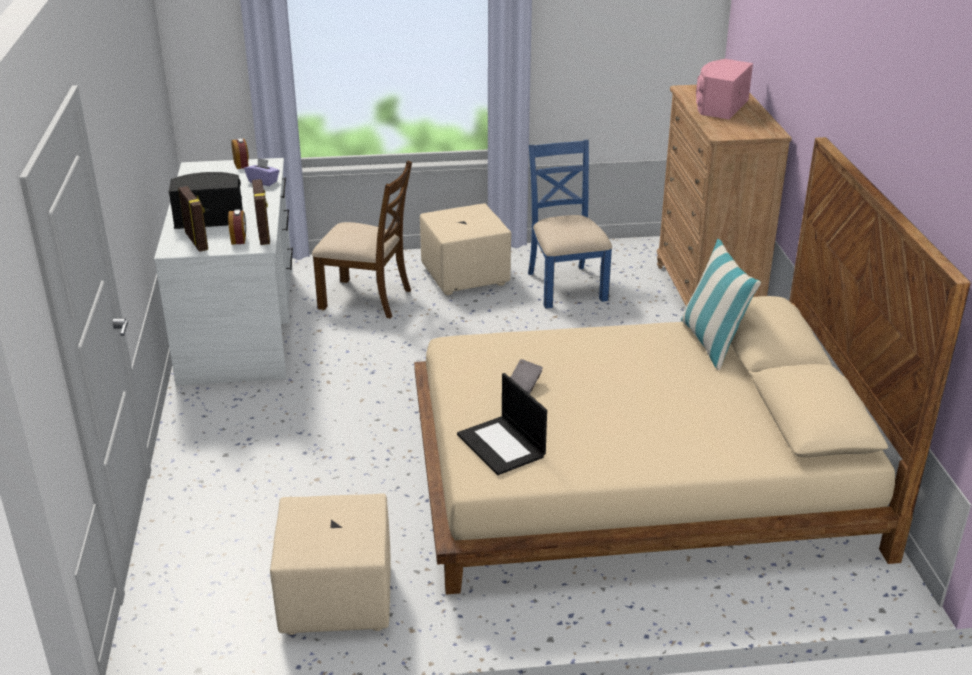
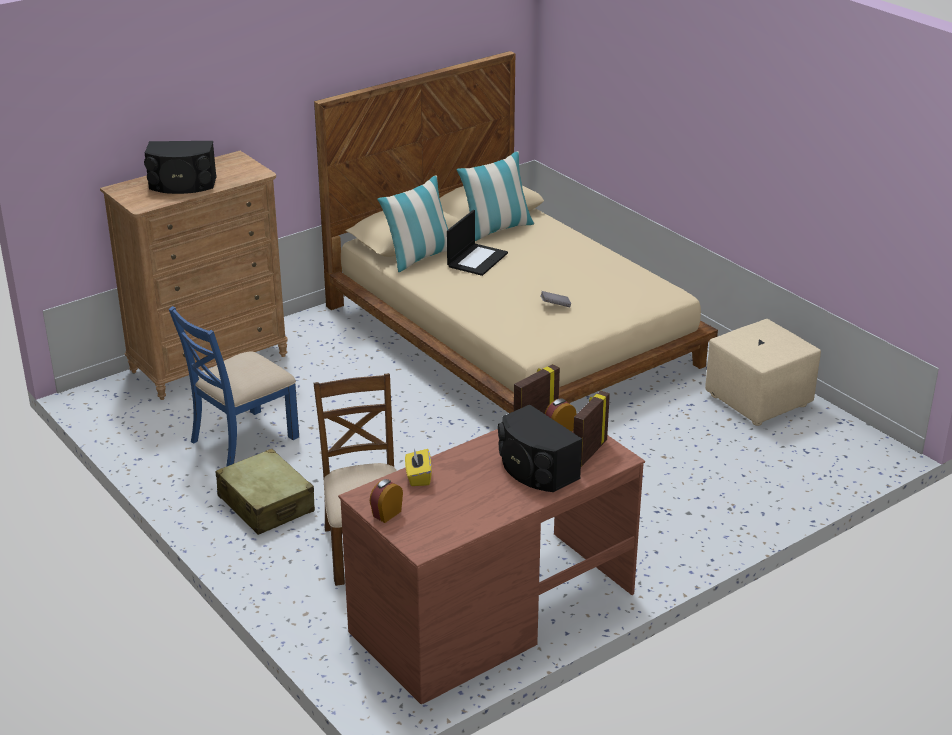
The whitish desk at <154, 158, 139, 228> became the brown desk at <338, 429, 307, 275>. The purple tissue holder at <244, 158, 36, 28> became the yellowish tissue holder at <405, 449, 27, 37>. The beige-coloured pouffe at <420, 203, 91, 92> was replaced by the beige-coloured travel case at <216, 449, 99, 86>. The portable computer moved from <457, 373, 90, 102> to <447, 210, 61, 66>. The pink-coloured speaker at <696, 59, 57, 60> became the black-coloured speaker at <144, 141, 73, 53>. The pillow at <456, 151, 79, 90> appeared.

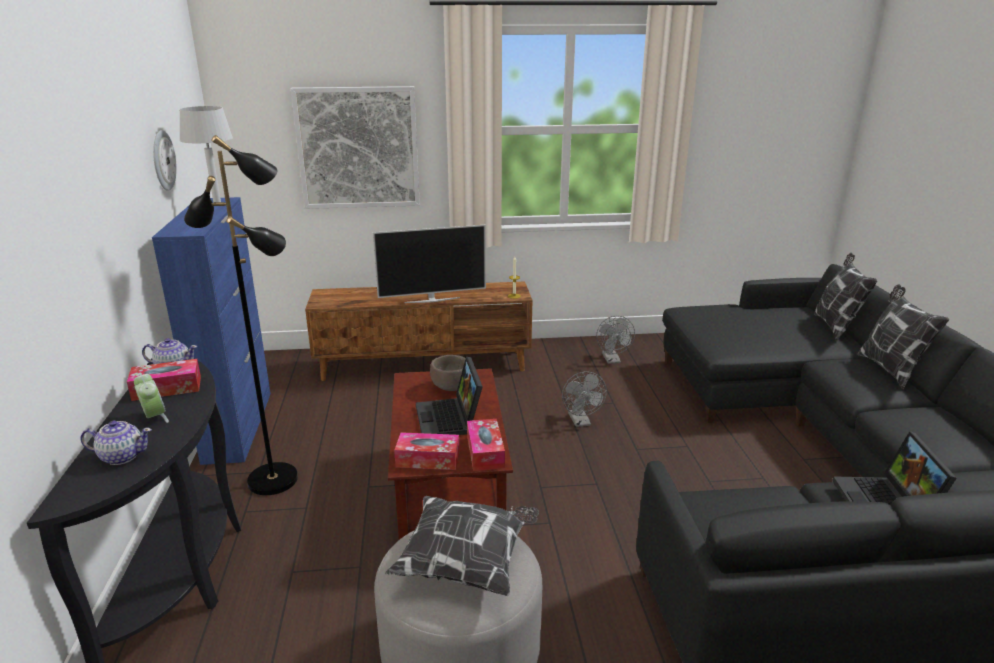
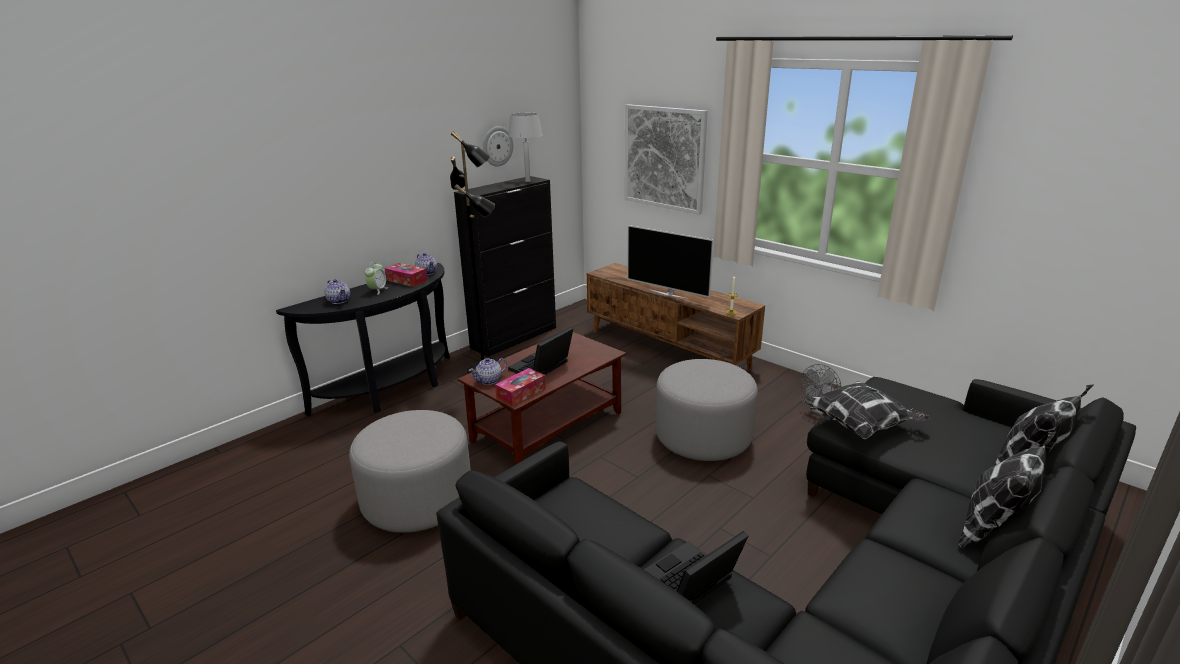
The blue-coloured cabinet at <152, 197, 119, 268> became the black-coloured cabinet at <454, 176, 102, 181>. The pillow moved from <385, 496, 154, 100> to <802, 381, 128, 59>. The tissue holder at <394, 432, 66, 38> was replaced by the teapot at <469, 358, 38, 27>. The brown serving bowl at <430, 355, 36, 36> disappeared. The gray fan at <562, 372, 45, 55> was replaced by the gray pouffe at <655, 359, 103, 102>.

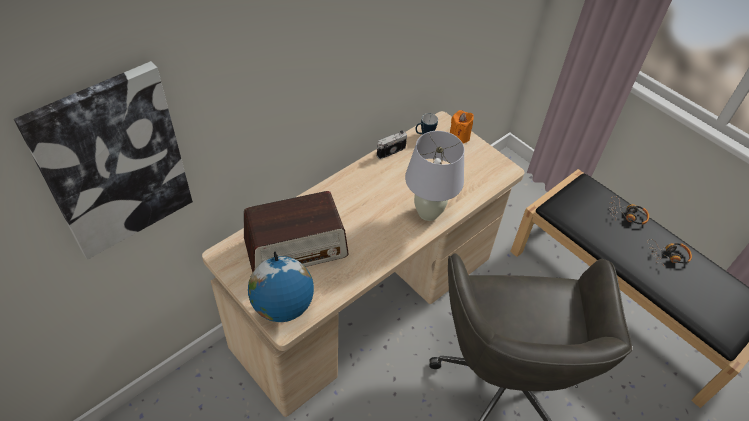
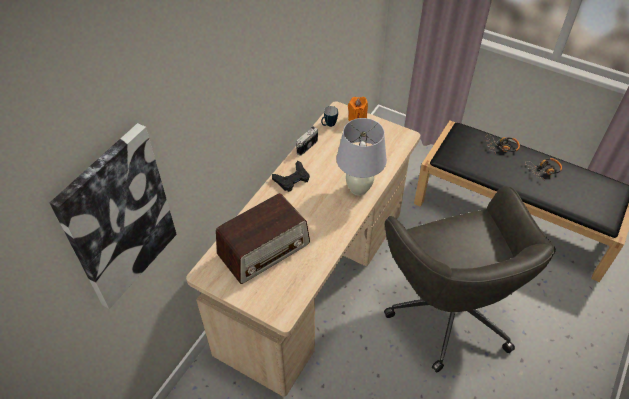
The desk globe at <248, 252, 66, 70> disappeared. The black-coloured gamepad at <272, 161, 38, 31> appeared.

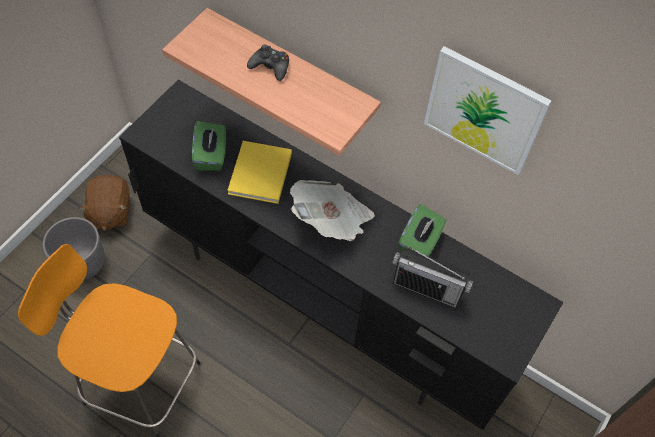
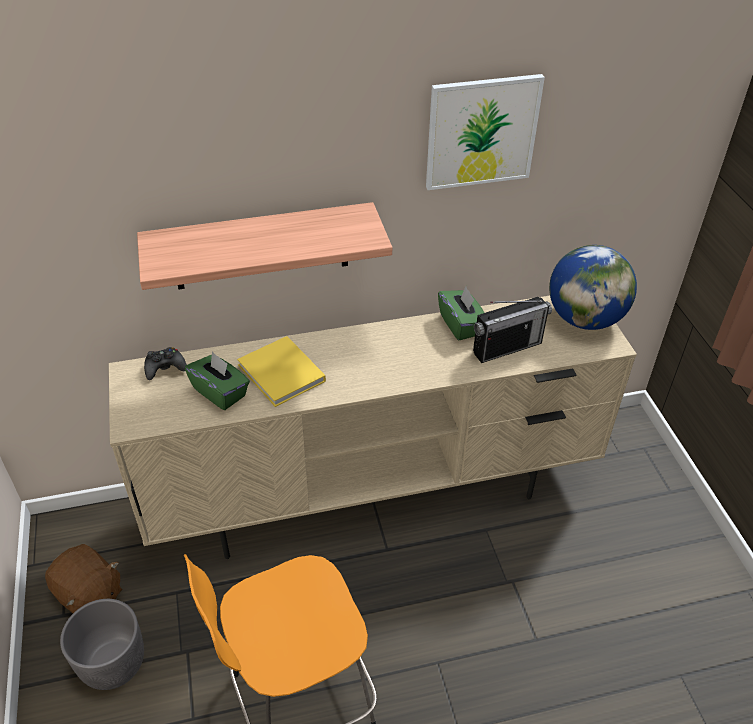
The black-coloured tv stand at <119, 80, 444, 350> became the beige-coloured tv stand at <109, 296, 528, 263>. The black-coloured gamepad moved from <247, 44, 42, 37> to <144, 347, 43, 33>. The daily paper at <290, 180, 85, 61> disappeared. The desk globe at <549, 245, 88, 85> appeared.

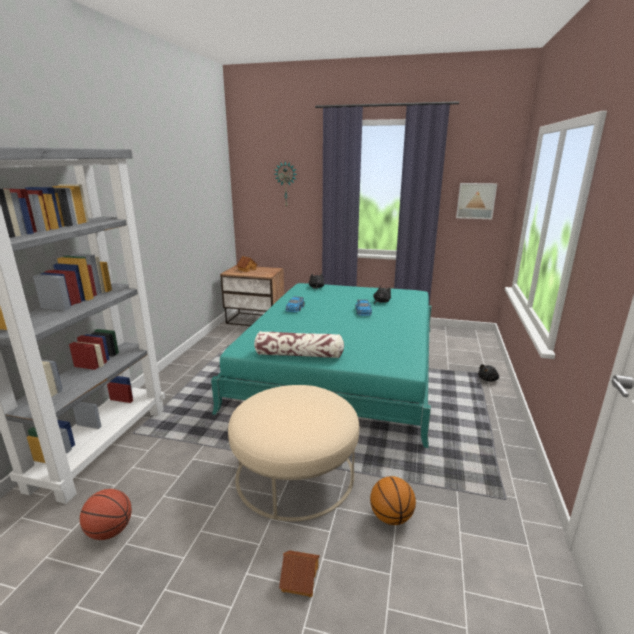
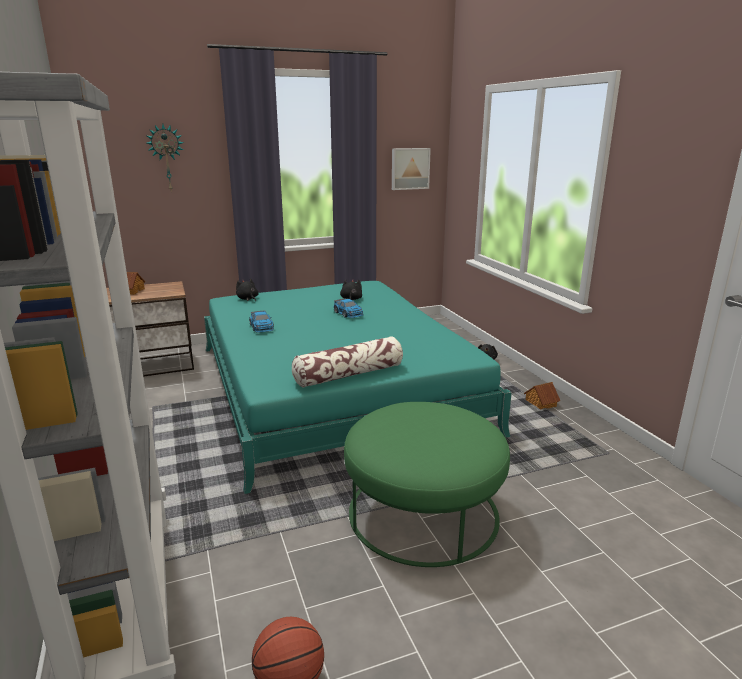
The beige-coloured pouffe at <228, 385, 131, 136> became the green pouffe at <344, 402, 166, 165>. The model house moved from <279, 550, 41, 47> to <524, 382, 36, 27>. The ball for basketball at <370, 476, 46, 49> disappeared.

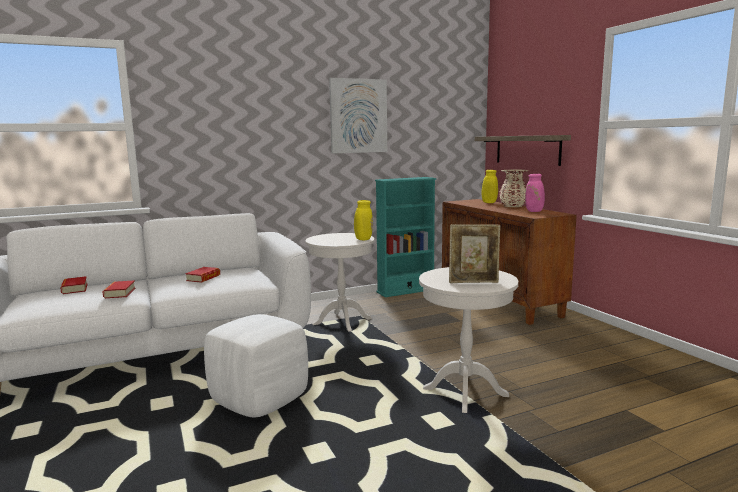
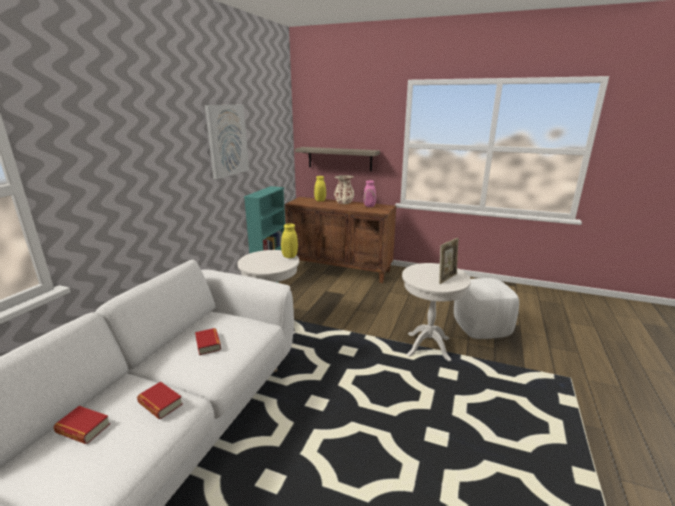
The whitish pouffe moved from <204, 314, 104, 103> to <454, 278, 65, 61>.

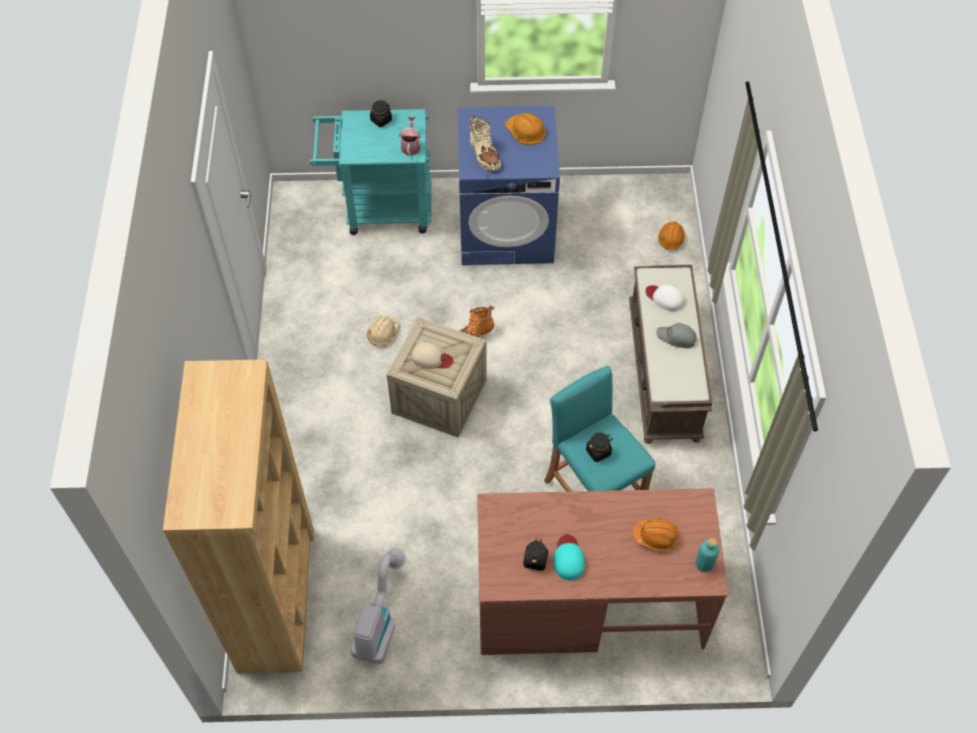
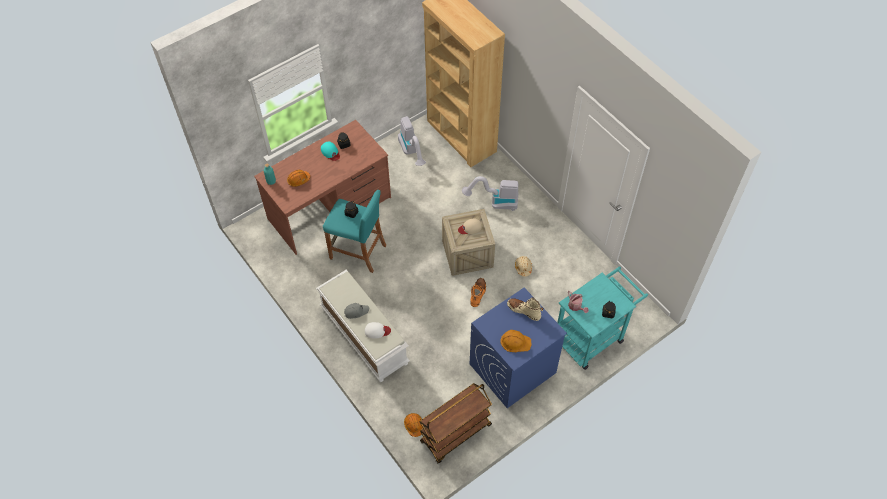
The brown indoor bench at <629, 265, 83, 179> became the whitish indoor bench at <316, 270, 94, 112>. The brown cart at <419, 383, 73, 81> appeared. The vacuum at <462, 176, 56, 35> appeared.

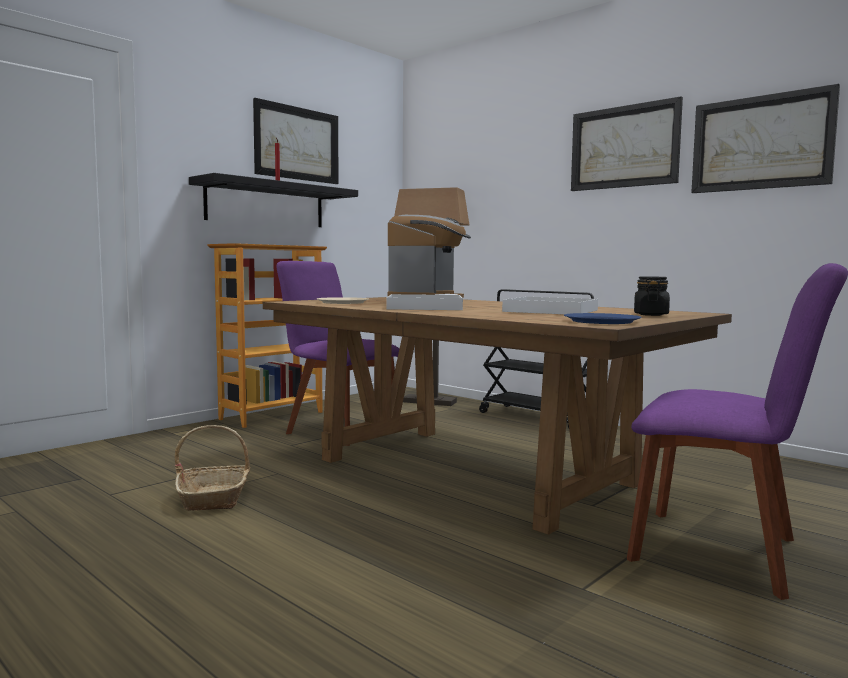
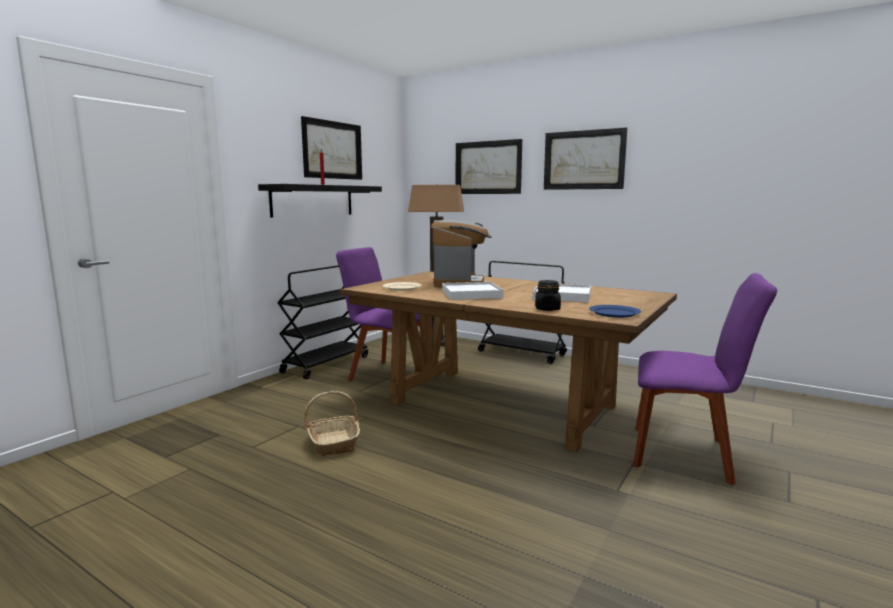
The bookshelf at <207, 243, 120, 185> was replaced by the black-coloured cart at <277, 265, 91, 115>. The black-coloured storage jar moved from <634, 276, 36, 40> to <535, 280, 26, 31>. The wall picture moved from <691, 84, 149, 109> to <456, 139, 66, 55>.

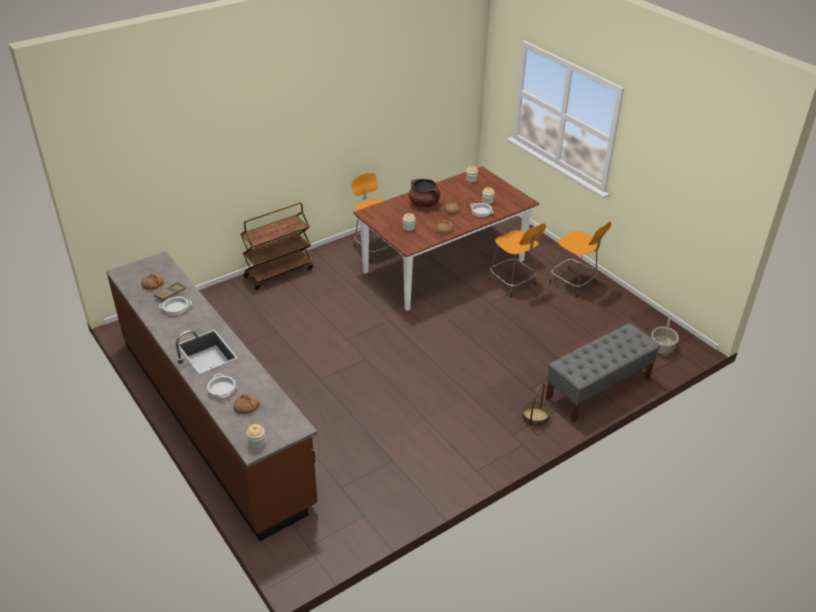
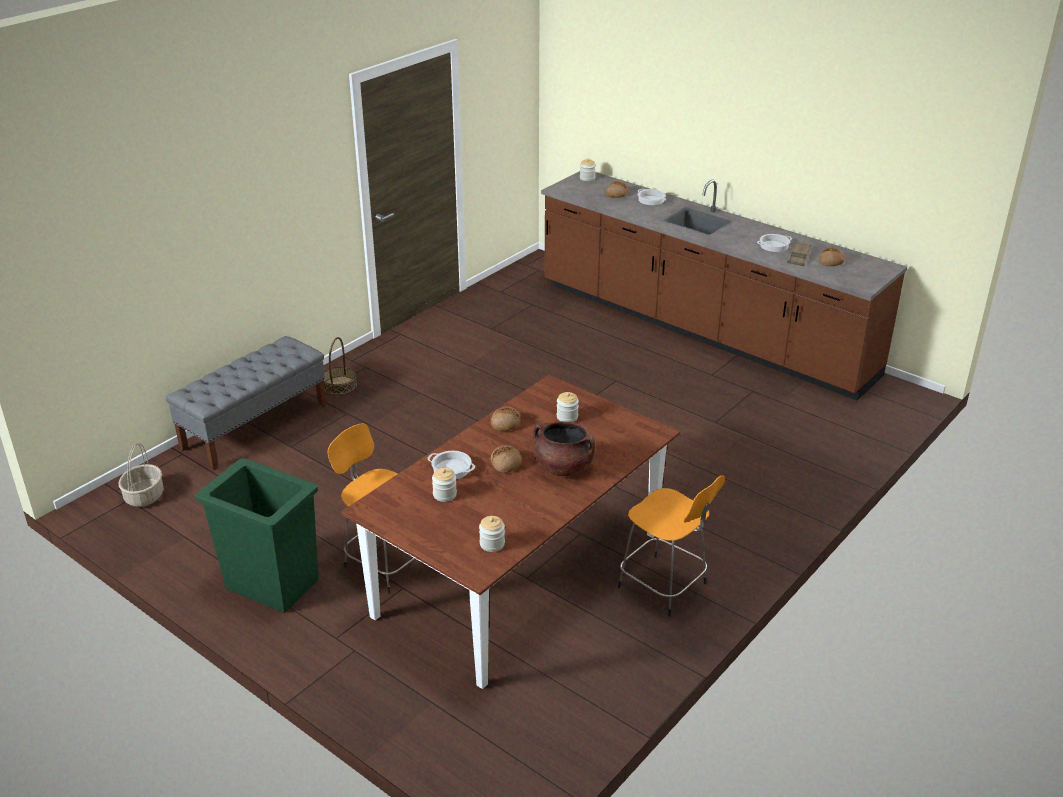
The brown cart at <240, 202, 73, 88> disappeared. The orangey stool at <549, 222, 62, 75> was replaced by the green trash can at <195, 458, 124, 155>.

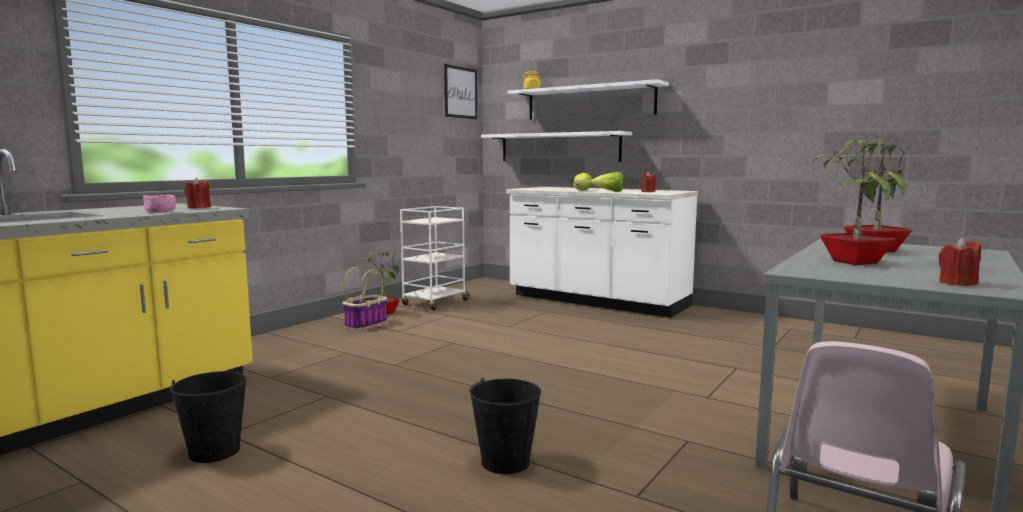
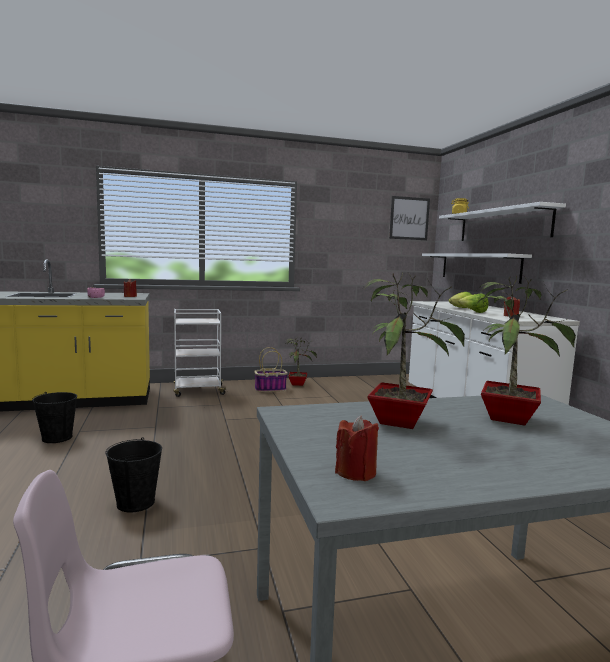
The whitish cart moved from <400, 206, 70, 104> to <173, 309, 54, 88>.

